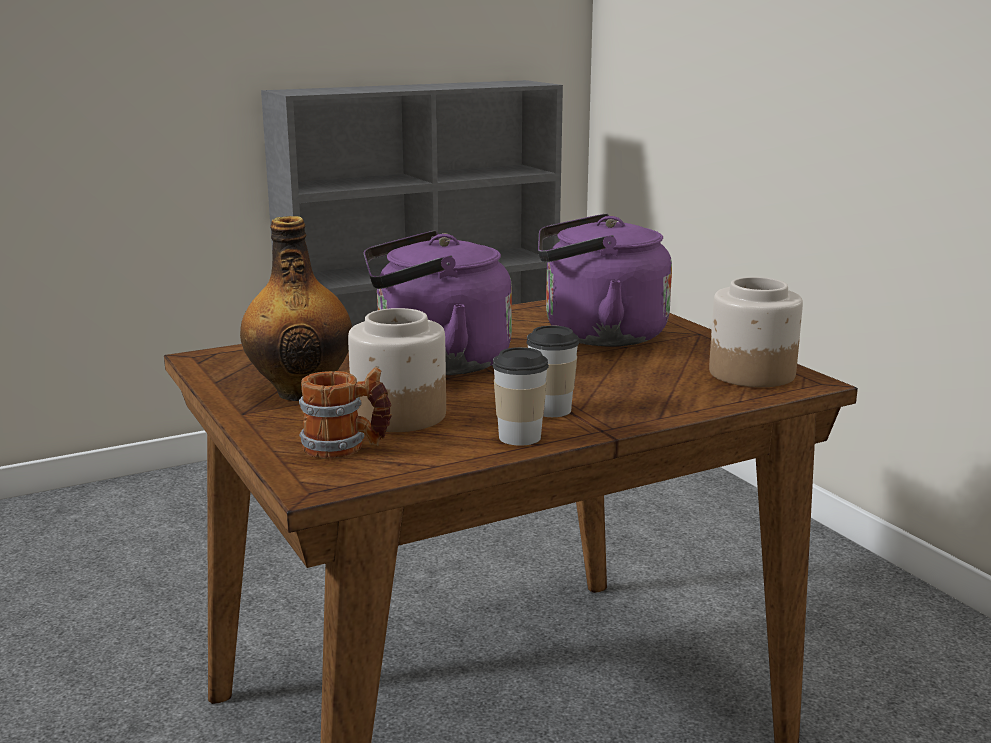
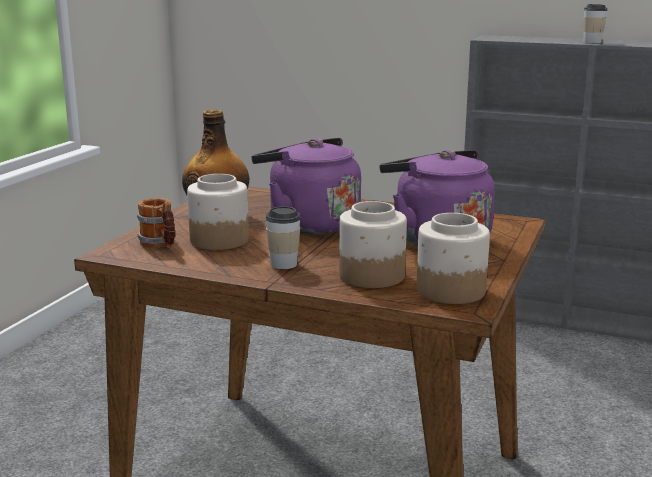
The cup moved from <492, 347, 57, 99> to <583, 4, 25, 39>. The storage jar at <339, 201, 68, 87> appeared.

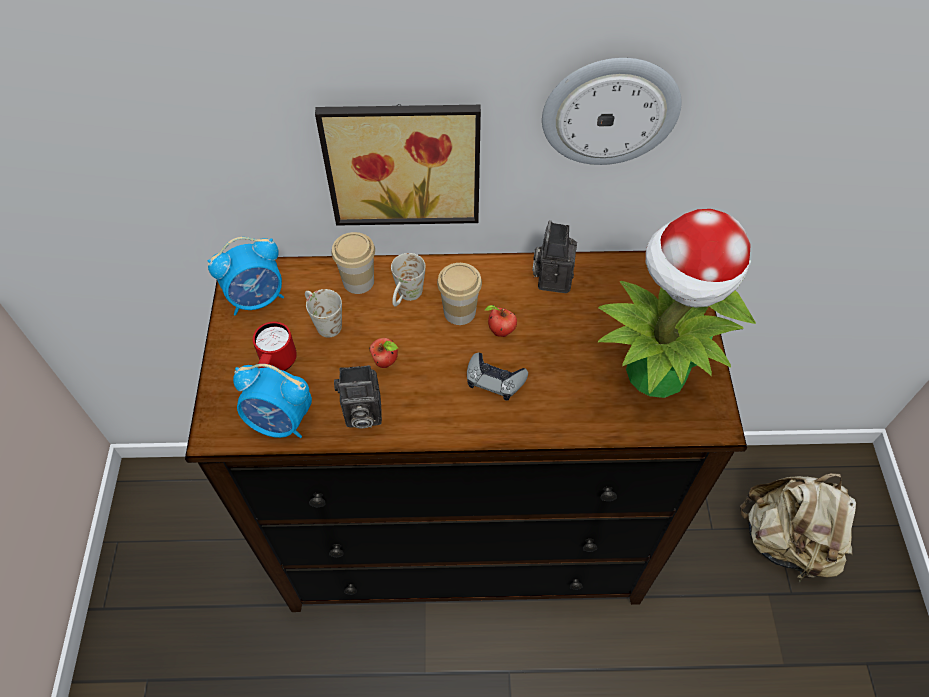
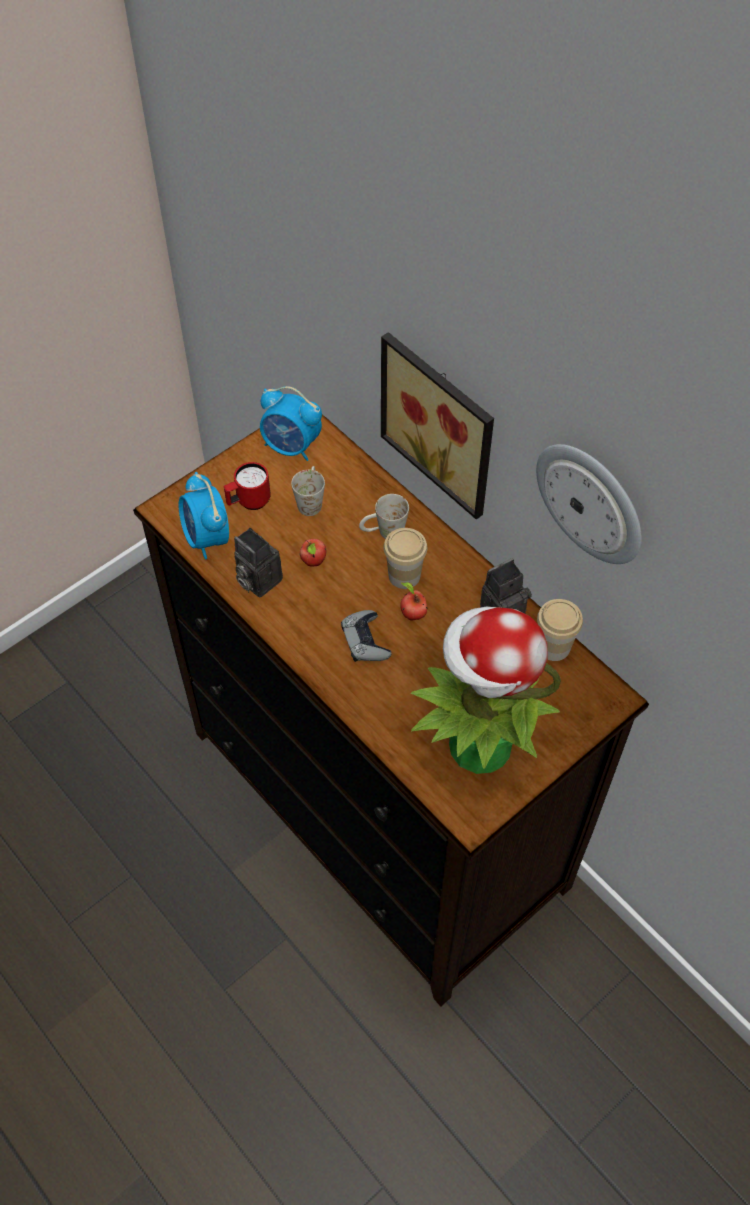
The cup moved from <332, 232, 43, 62> to <537, 599, 46, 62>. The beige-coloured rucksack at <740, 473, 116, 109> disappeared.

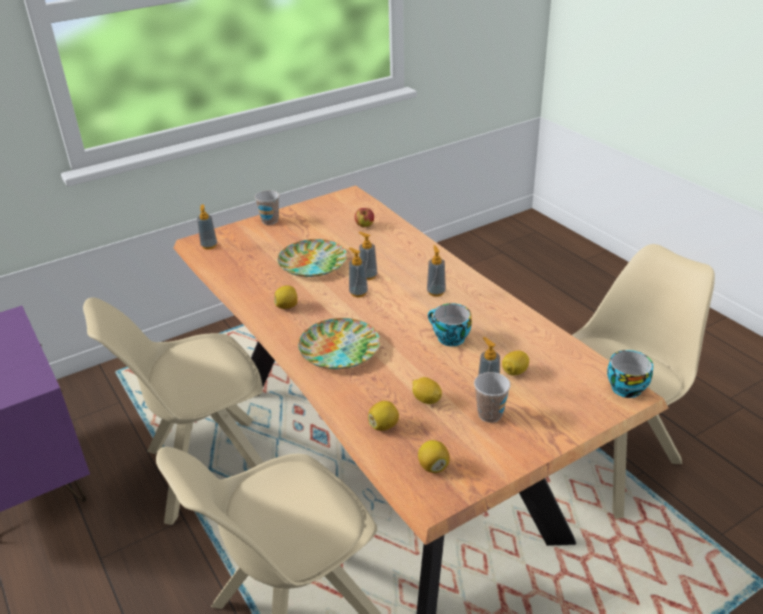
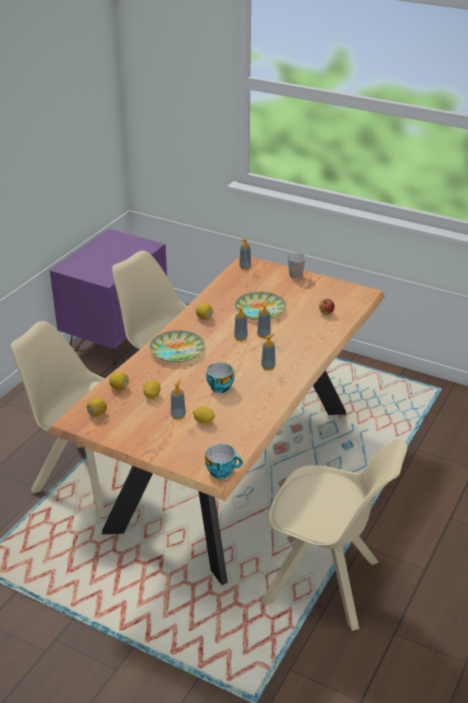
The cup at <474, 372, 37, 51> disappeared.

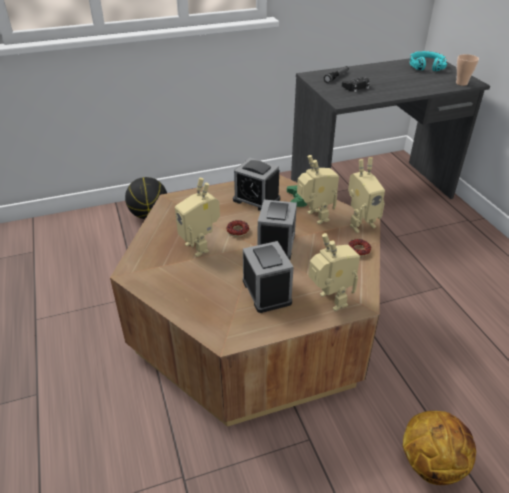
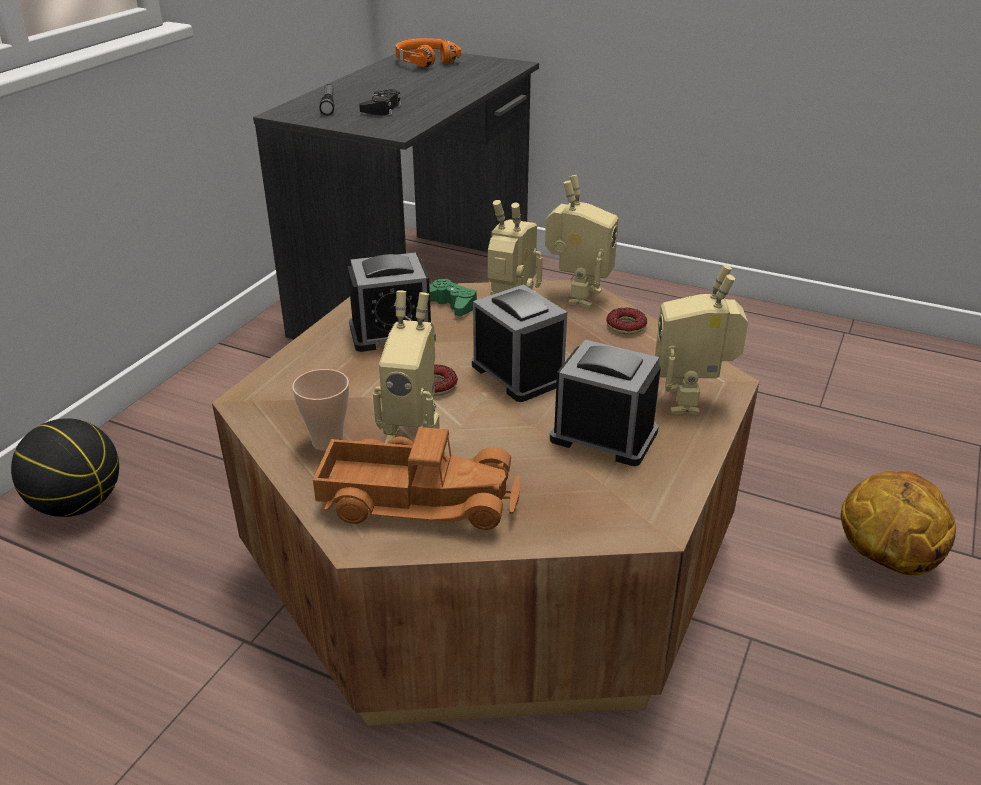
The robot figure at <309, 233, 51, 78> turned 105 degrees counterclockwise. The turquoise pair of headphones at <409, 51, 38, 20> became the orangey pair of headphones at <395, 38, 66, 30>. The cup moved from <456, 54, 23, 32> to <292, 369, 57, 82>. The model truck at <313, 427, 206, 103> appeared.

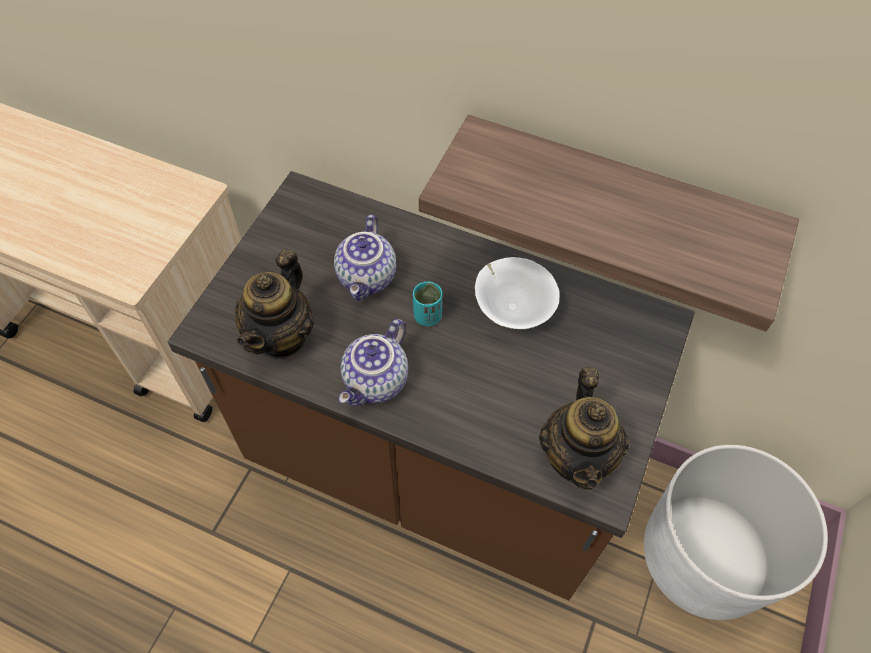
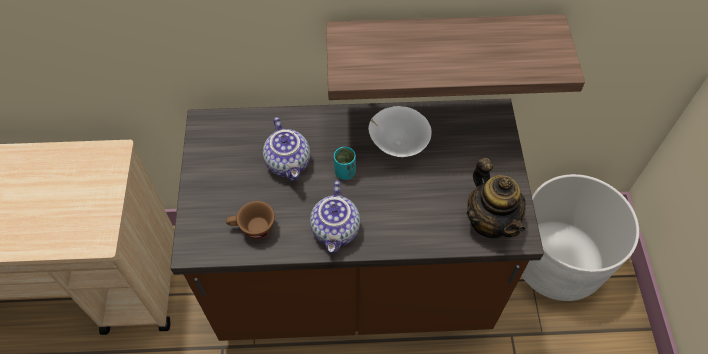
The teapot at <235, 249, 79, 111> was replaced by the brown cup at <226, 201, 49, 38>.

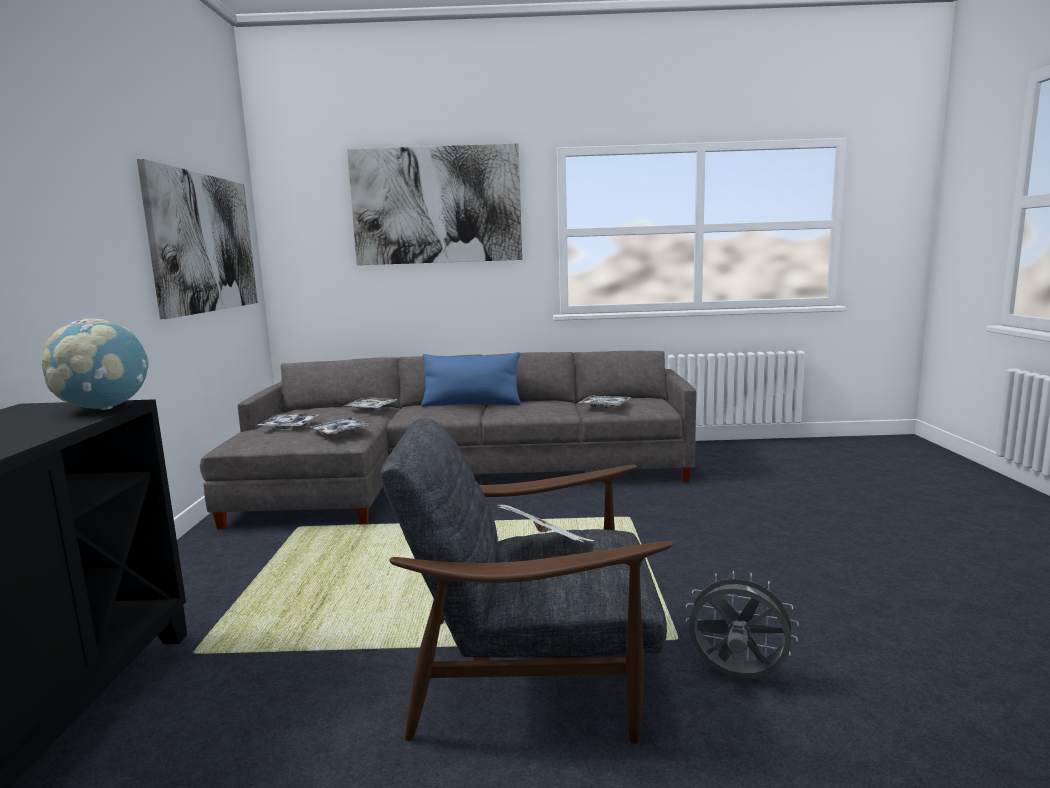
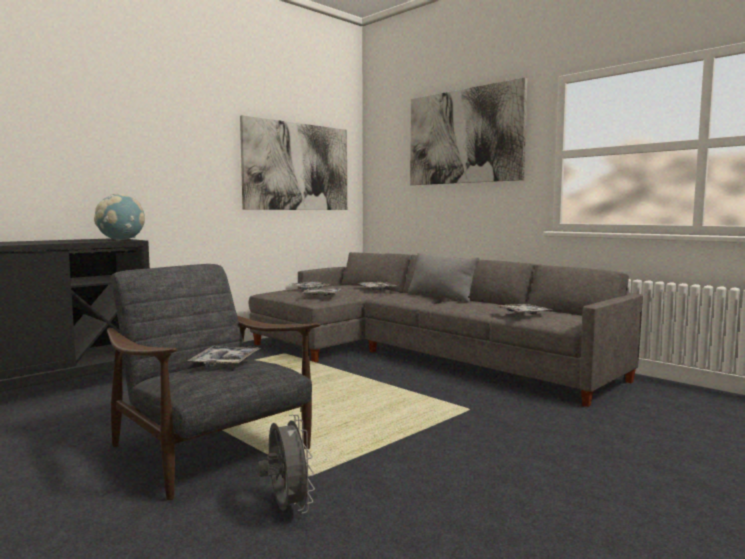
The blue-coloured pillow at <421, 352, 100, 55> became the gray pillow at <408, 253, 72, 50>. The daily paper at <499, 505, 95, 37> was replaced by the serving tray at <187, 346, 74, 20>.

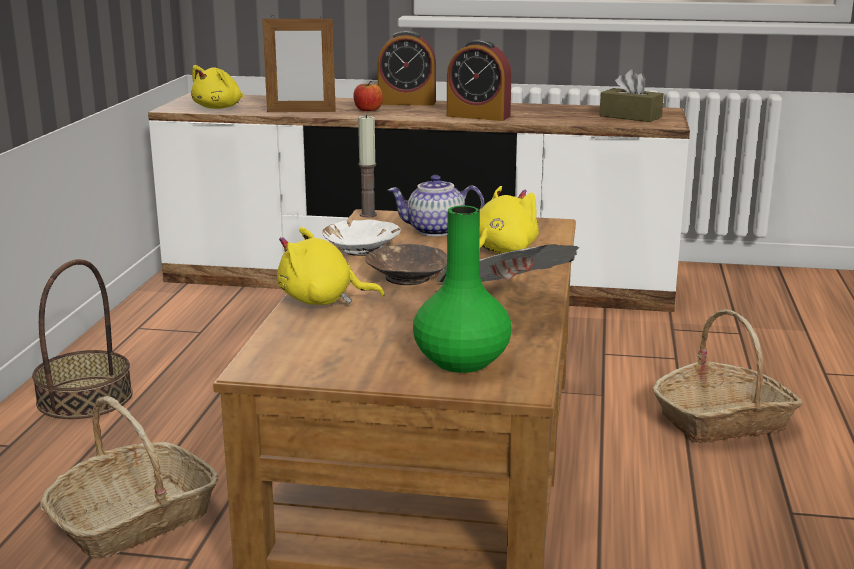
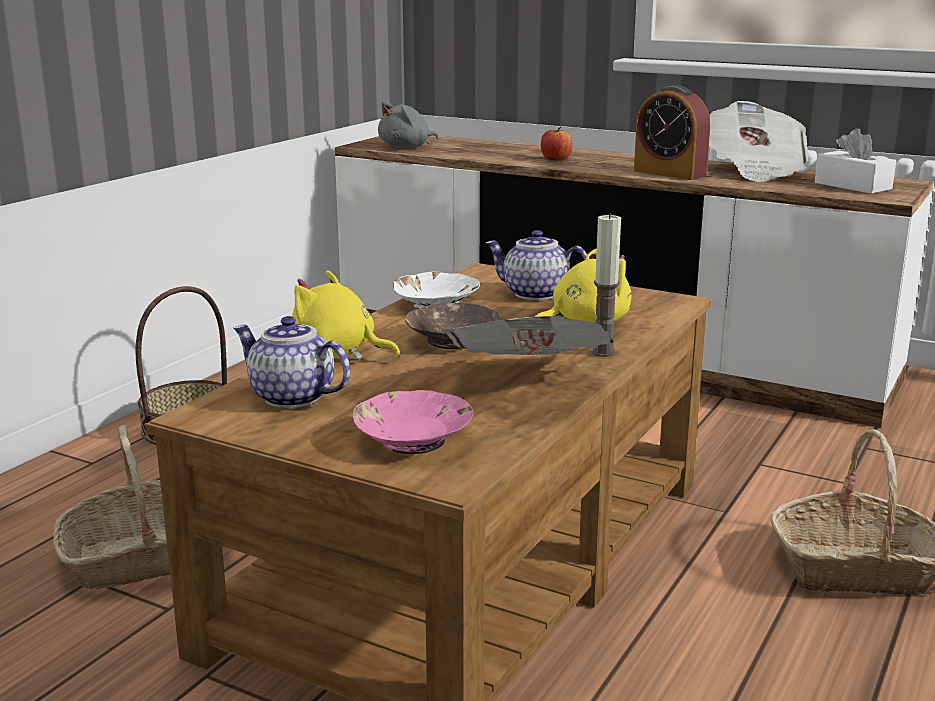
The yellowish soft toy at <191, 65, 52, 44> became the gray soft toy at <378, 101, 60, 47>. The photo frame at <262, 15, 74, 97> disappeared. The wax candle moved from <358, 114, 19, 104> to <591, 213, 30, 144>. The table clock at <377, 30, 59, 76> disappeared. The green flower vase at <413, 206, 99, 167> was replaced by the pink-coloured serving bowl at <353, 390, 120, 64>. The brown tissue holder at <599, 69, 65, 53> became the whitish tissue holder at <815, 128, 81, 66>. The teapot at <233, 316, 117, 92> appeared. The daily paper at <709, 101, 100, 81> appeared.

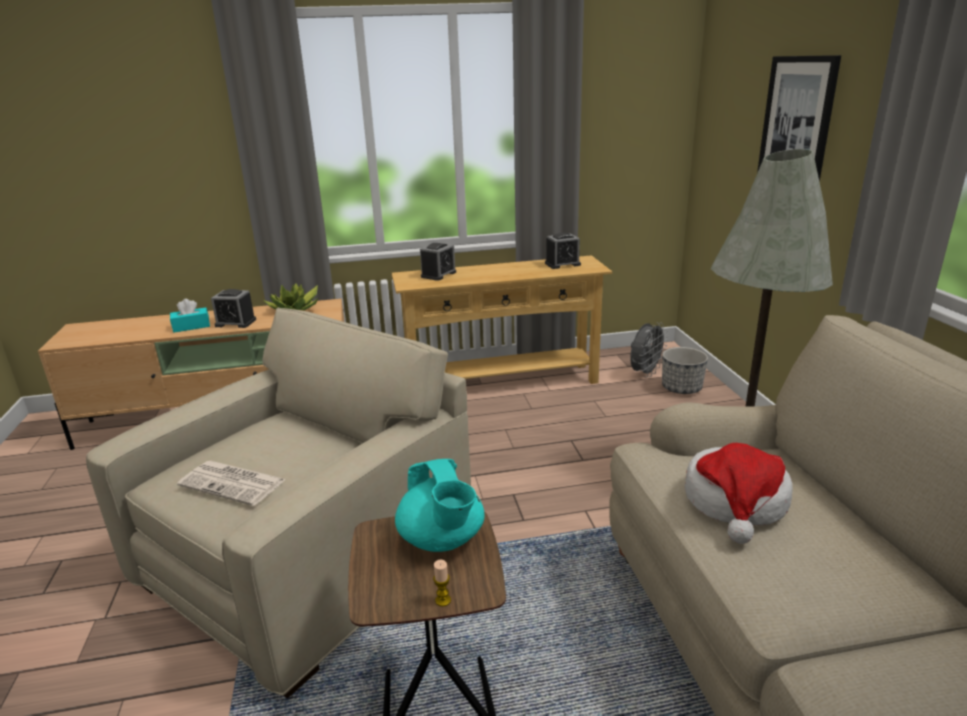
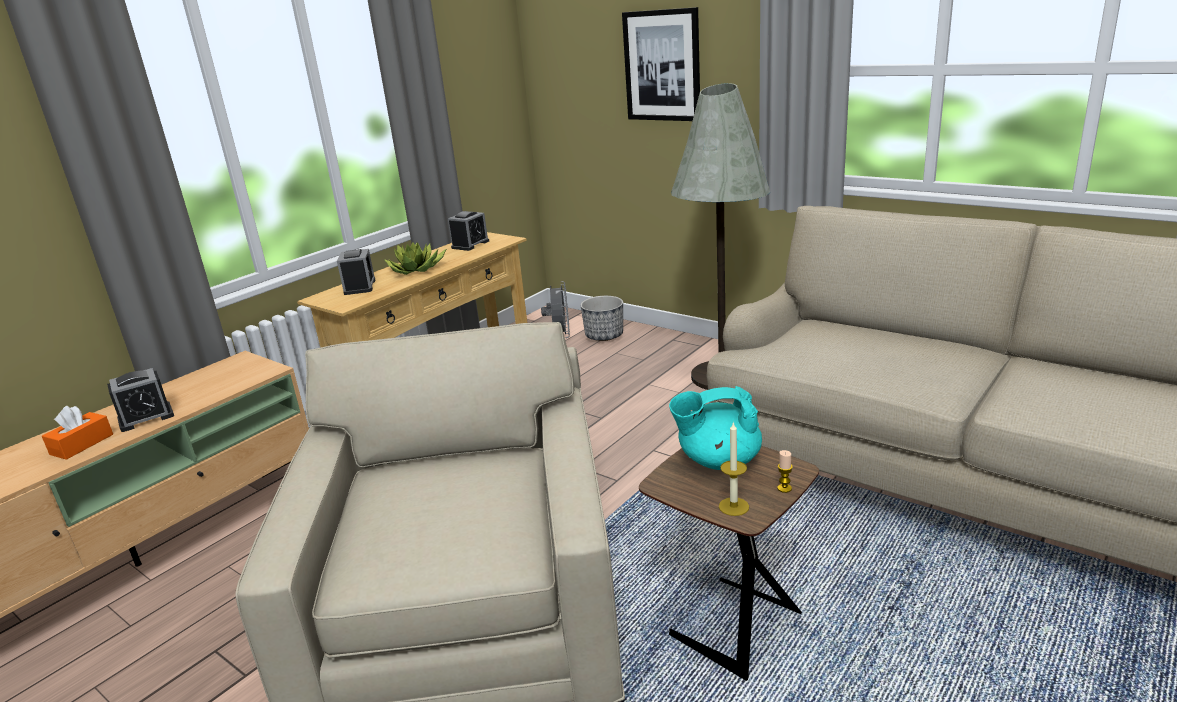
The turquoise tissue holder at <170, 299, 40, 34> became the orangey tissue holder at <42, 406, 71, 54>. The daily paper at <177, 461, 109, 45> disappeared. The houseplant moved from <264, 283, 54, 28> to <384, 242, 63, 33>. The turquoise teapot at <395, 459, 90, 93> turned 150 degrees clockwise. The hat at <685, 443, 108, 101> disappeared. The wax candle at <719, 422, 30, 94> appeared.

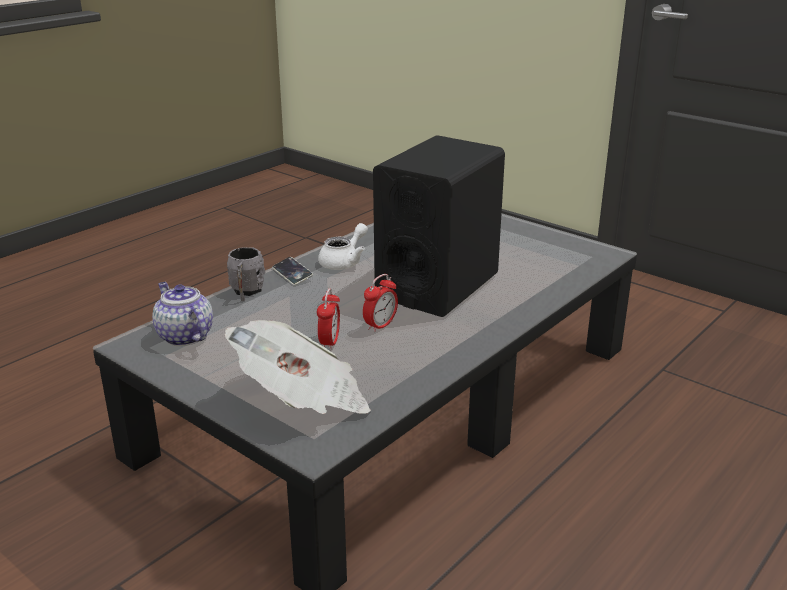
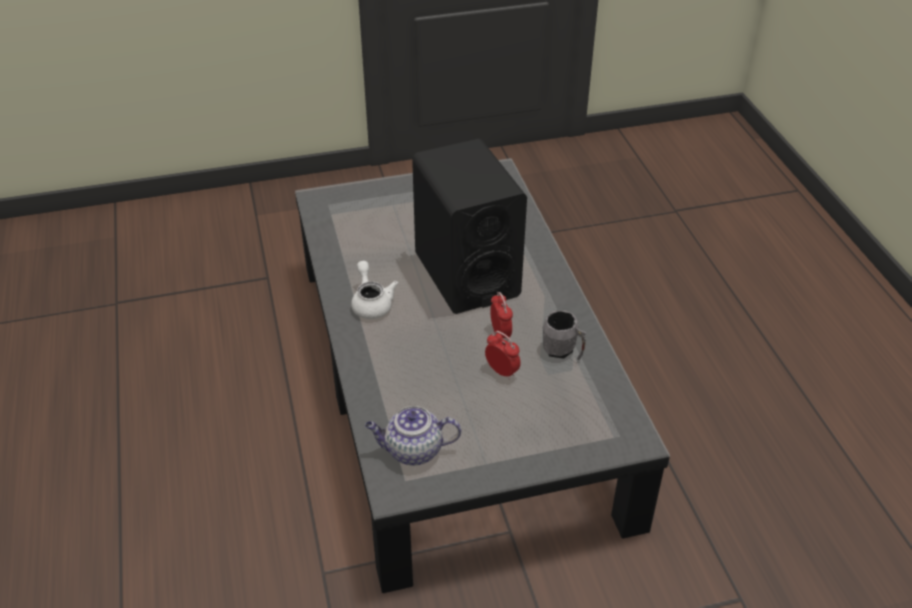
The daily paper at <225, 320, 146, 94> disappeared. The gray coffee mug moved from <227, 247, 39, 54> to <542, 311, 44, 49>. The phone at <272, 257, 41, 29> disappeared.

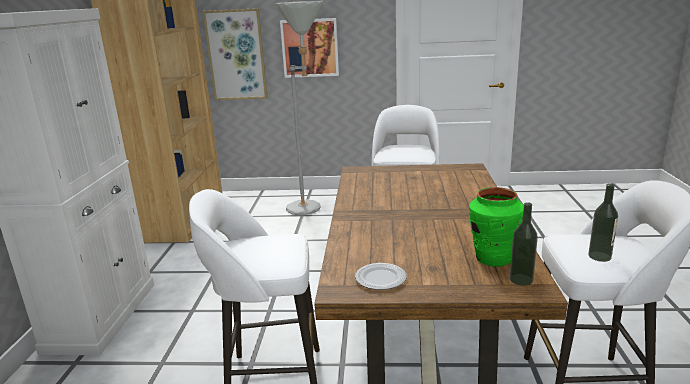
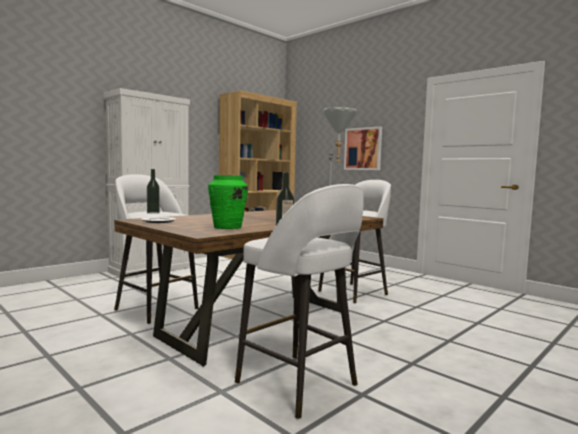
The wall picture at <203, 8, 65, 92> disappeared. The beverage bottle moved from <510, 202, 28, 84> to <147, 169, 13, 45>.

